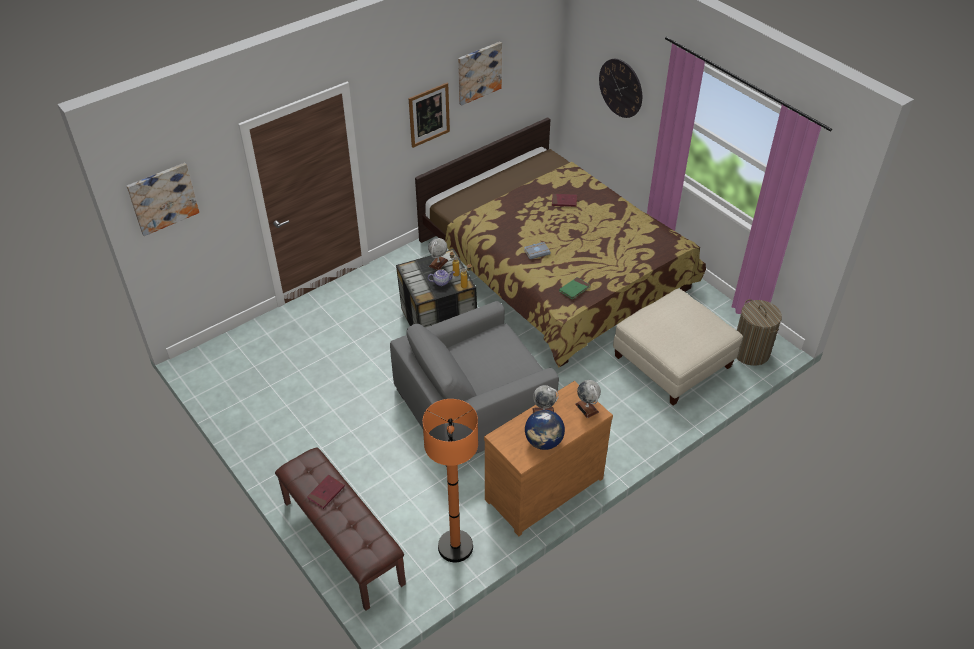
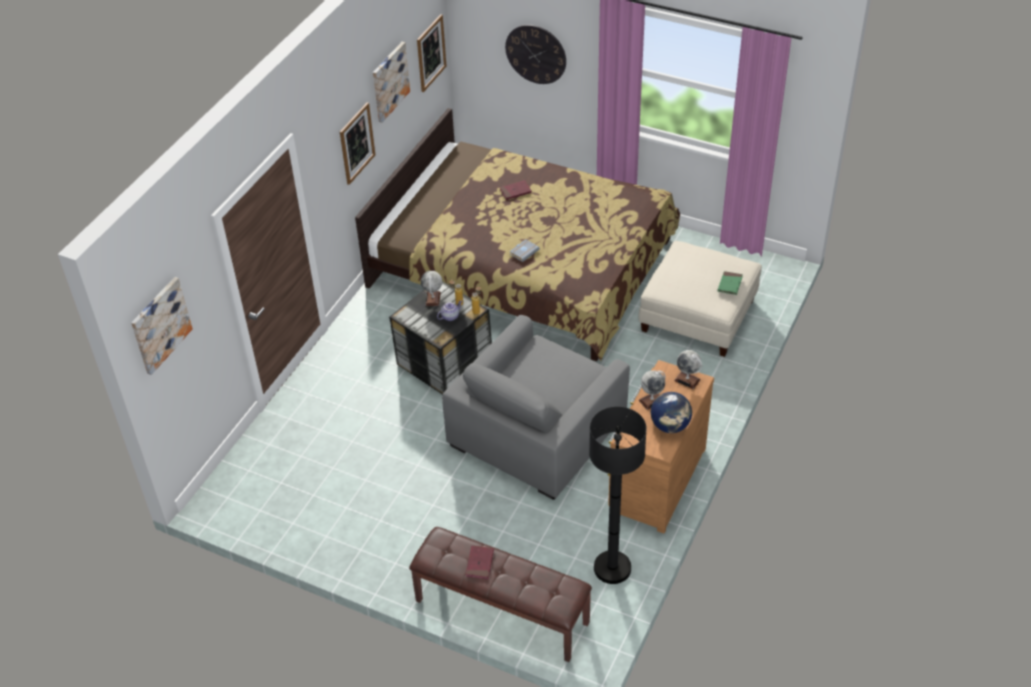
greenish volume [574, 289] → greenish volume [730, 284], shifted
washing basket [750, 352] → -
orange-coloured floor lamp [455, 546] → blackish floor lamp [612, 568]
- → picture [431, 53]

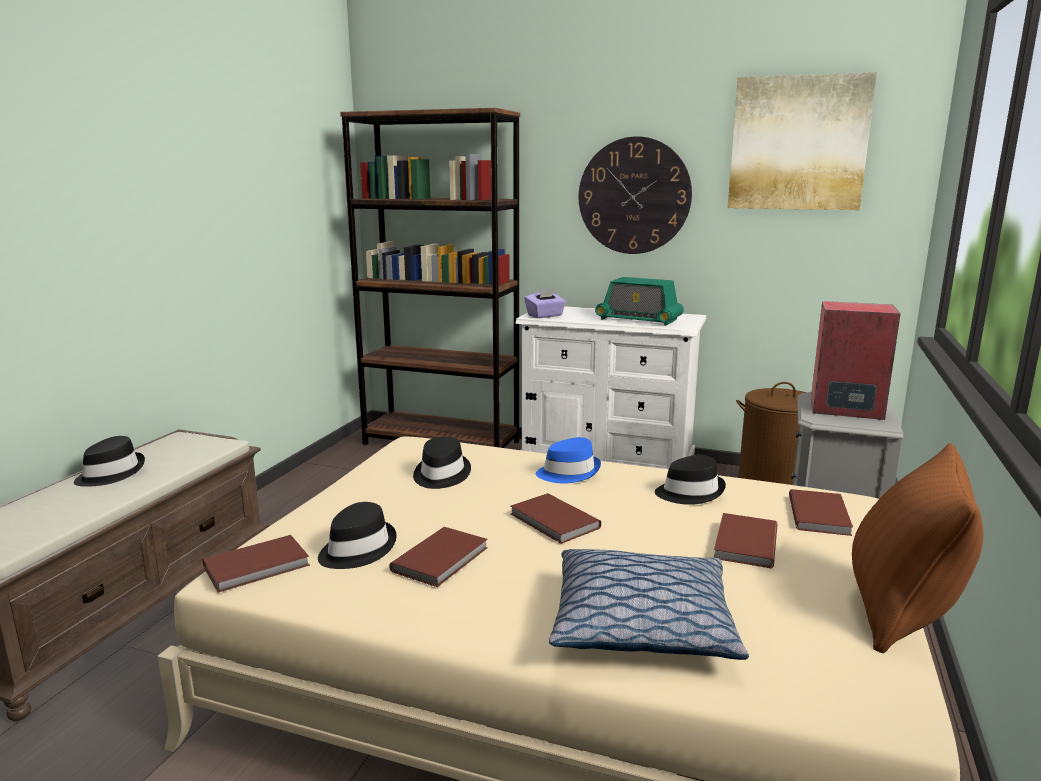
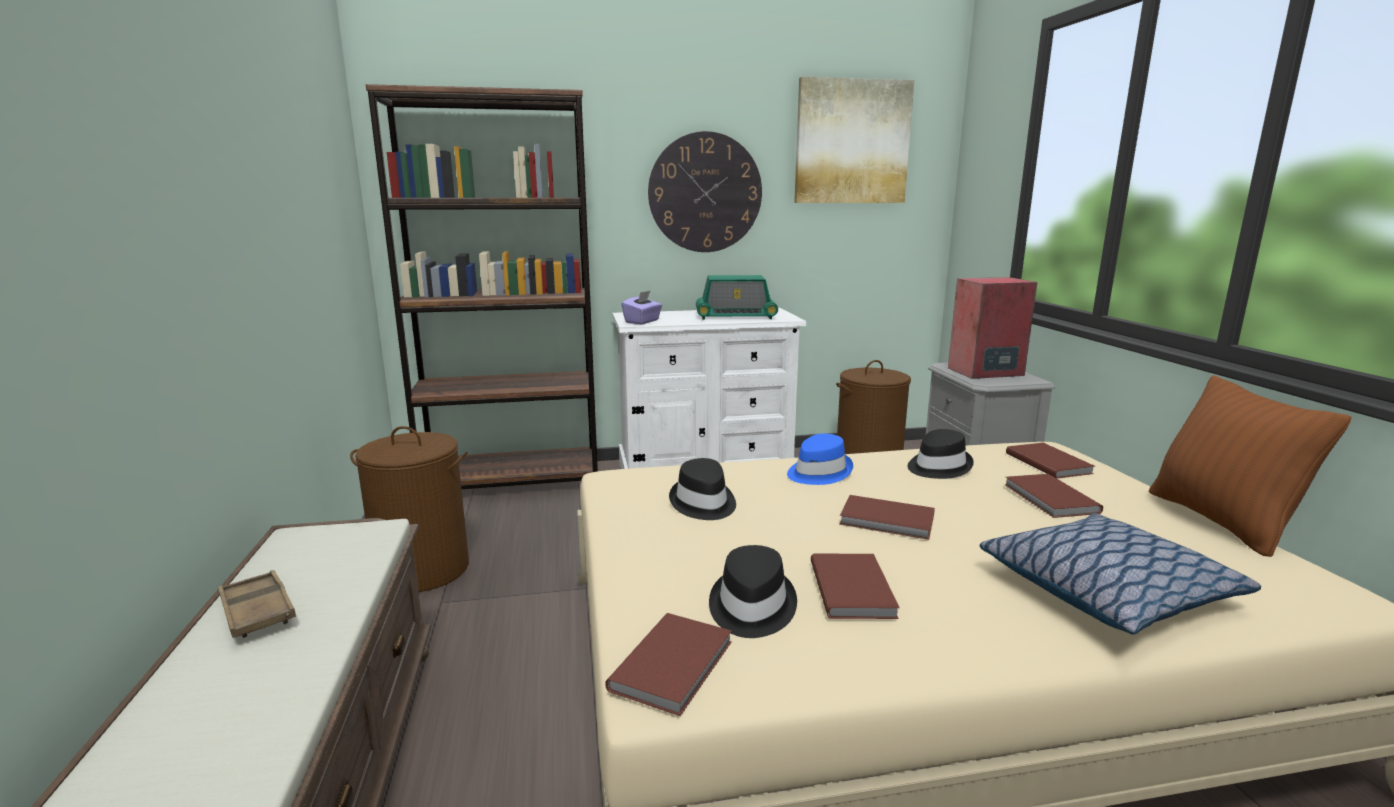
blackish wearable hat [110, 473] → brown-coloured tray [257, 611]
- → brown-coloured washing basket [423, 569]

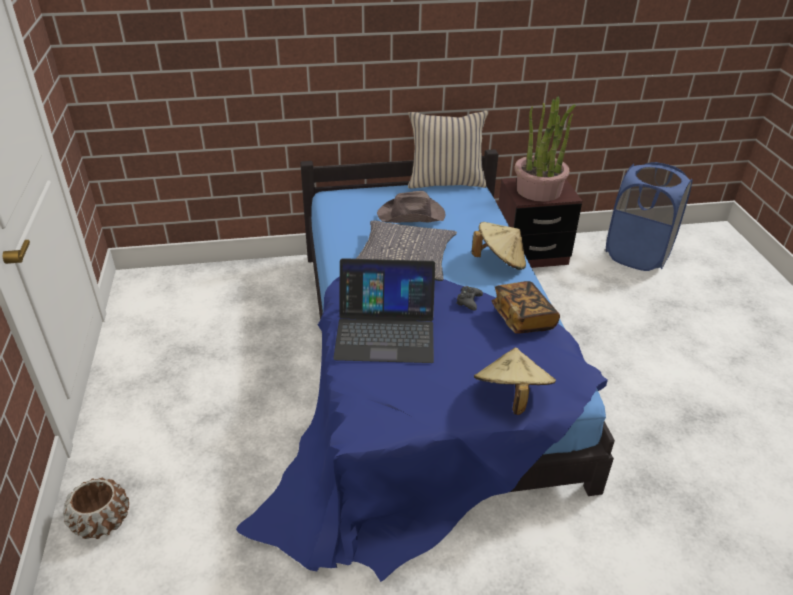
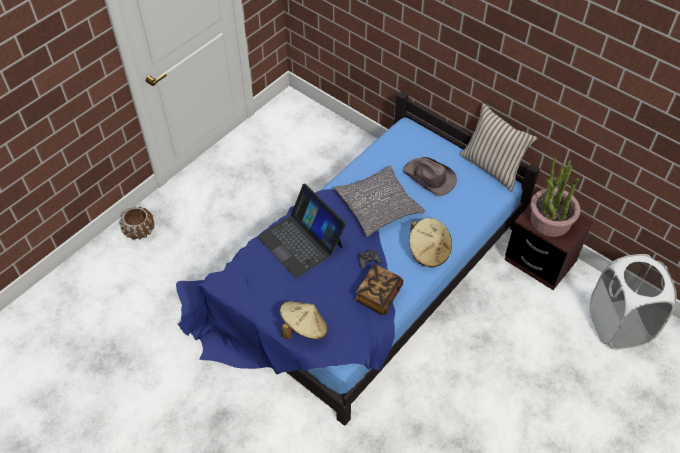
bluish washing basket [637, 255] → whitish washing basket [618, 325]

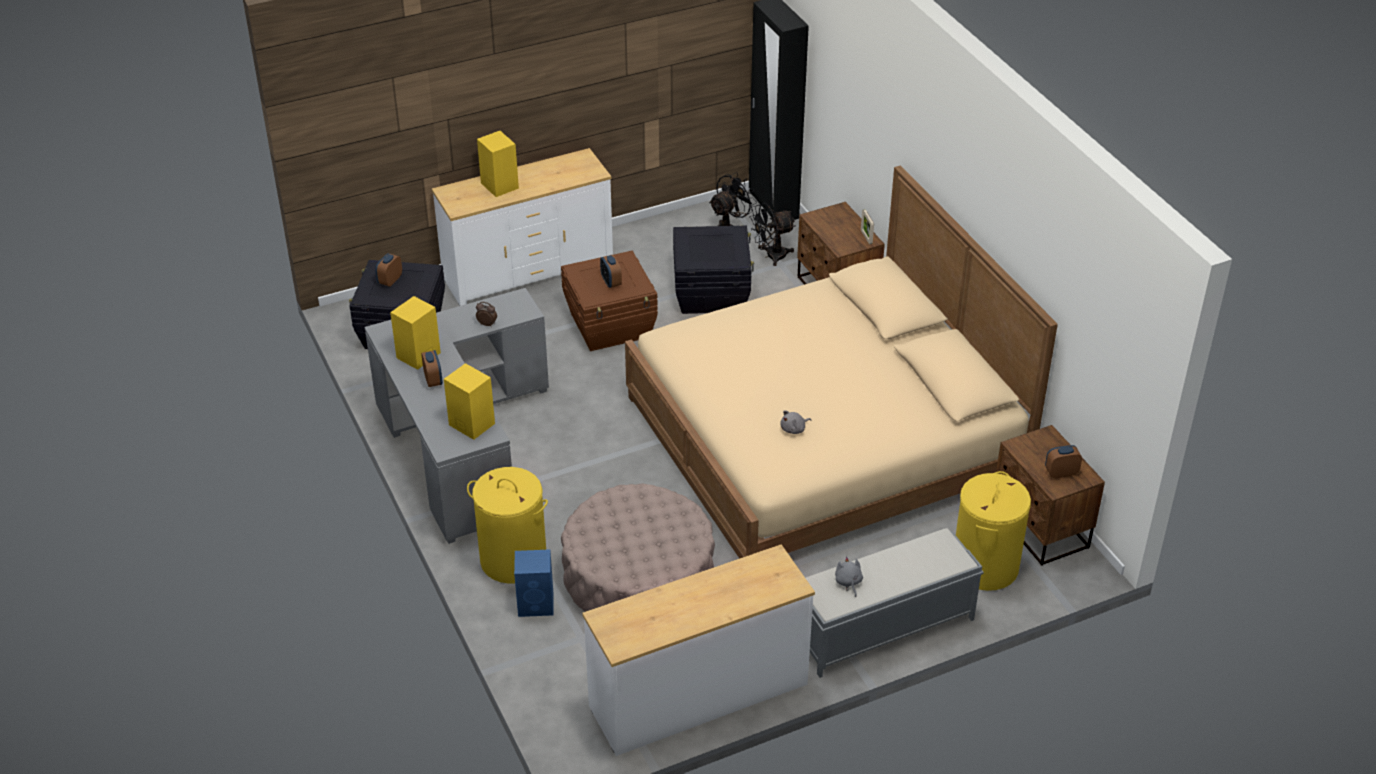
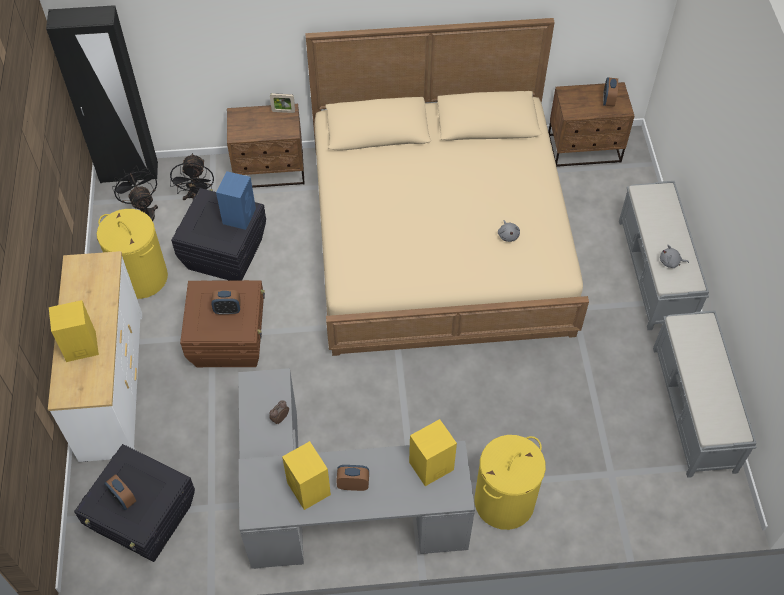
yellow-coloured washing basket [984, 566] → yellow-coloured washing basket [141, 277], shifted
sand-coloured ottoman [638, 576] → -
whitish drawer chest [699, 696] → greyish indoor bench [694, 409]
bluish loudspeaker [537, 604] → bluish loudspeaker [239, 215], shifted

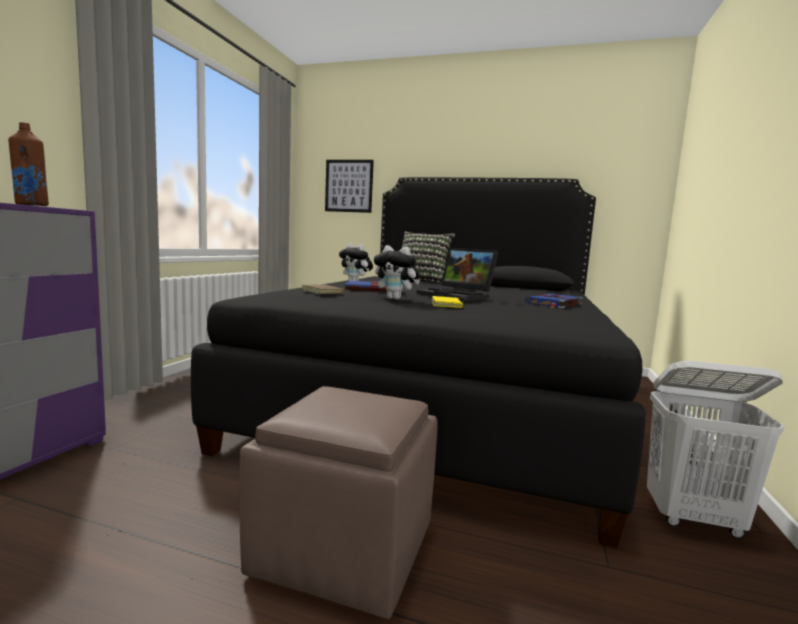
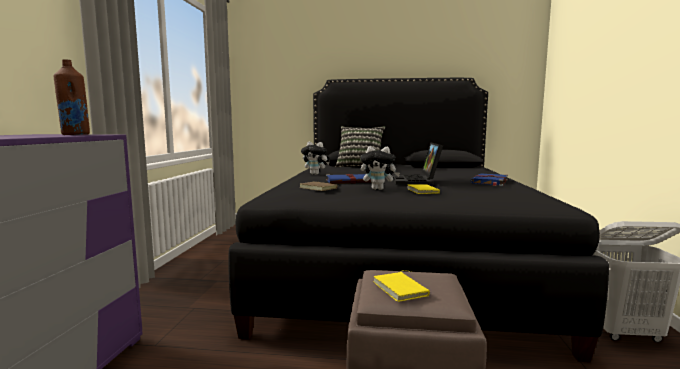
picture [349, 186] → -
laptop [458, 296] → laptop [416, 181], 60 degrees clockwise
- → yellow-coloured volume [402, 289]

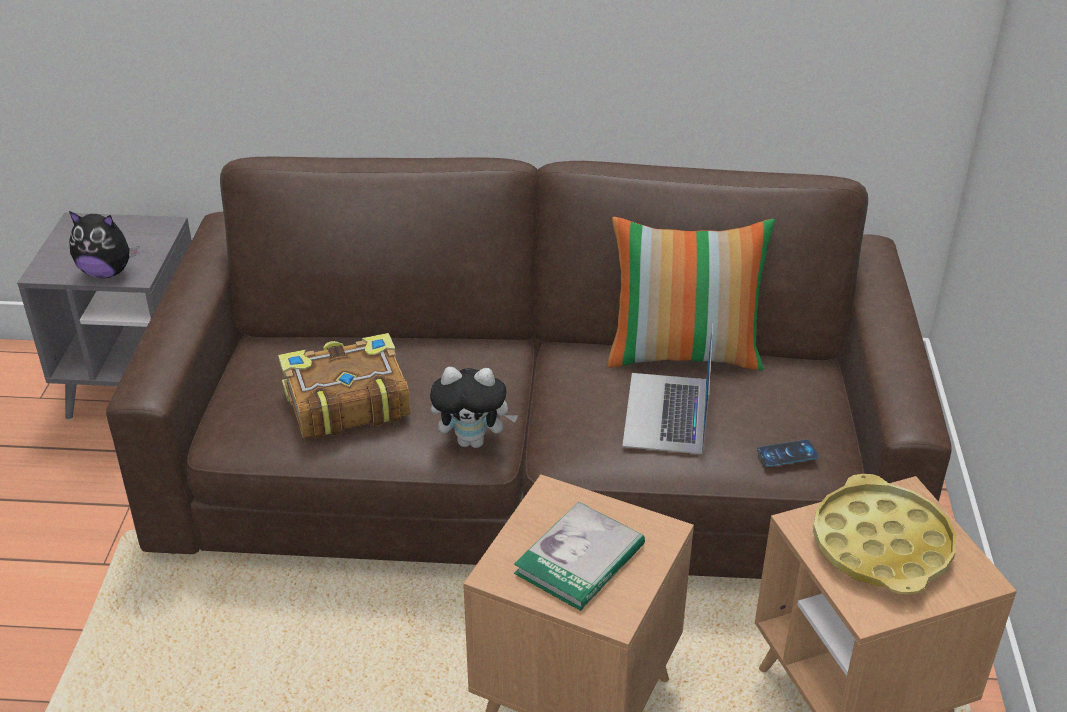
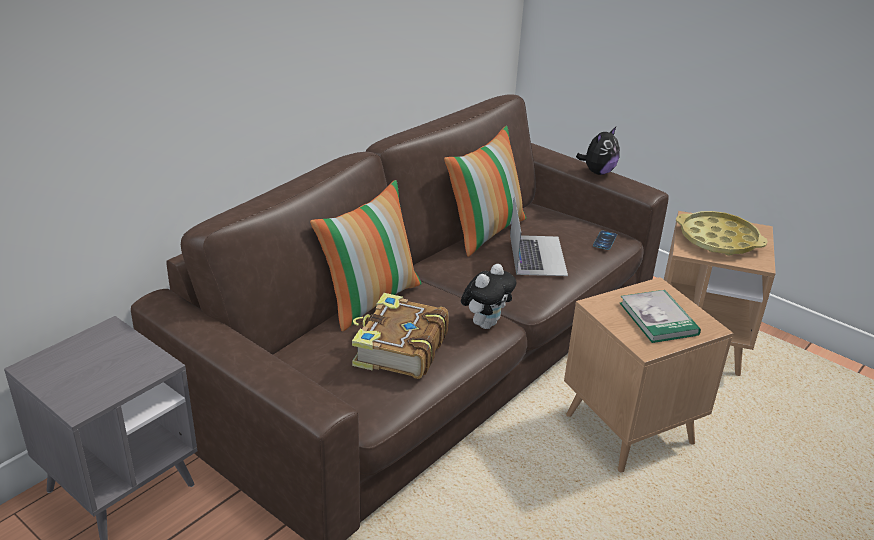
soft toy [107, 272] → soft toy [598, 172], shifted
laptop [666, 412] → laptop [537, 255], 135 degrees counterclockwise
- → pillow [370, 299]

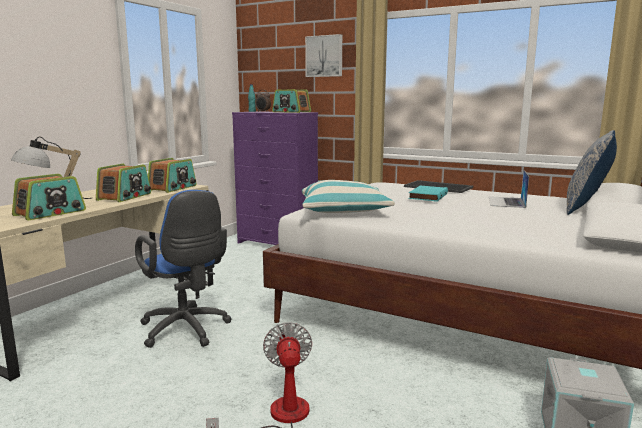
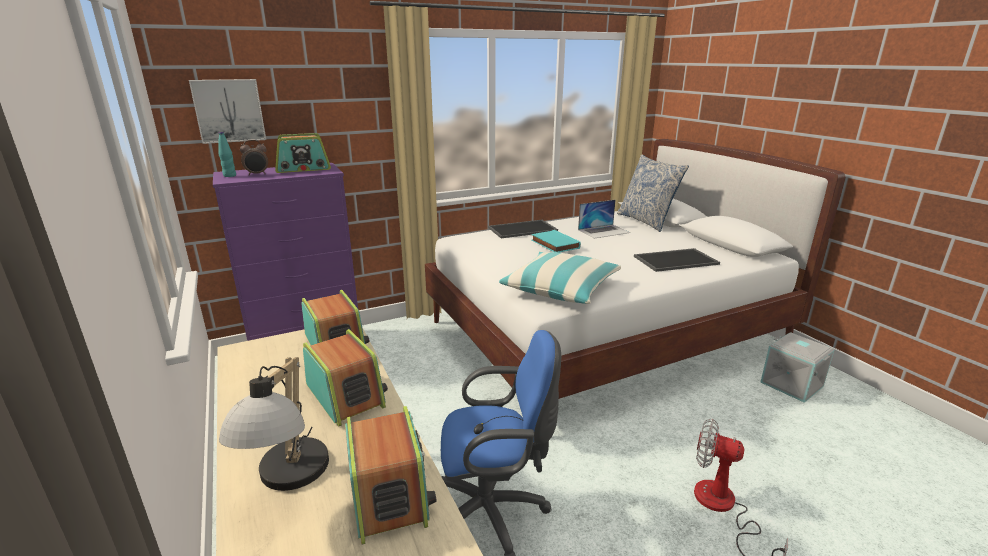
picture [324, 56] → picture [229, 110], shifted
laptop [506, 202] → laptop [603, 231], 75 degrees counterclockwise
- → tray [675, 260]

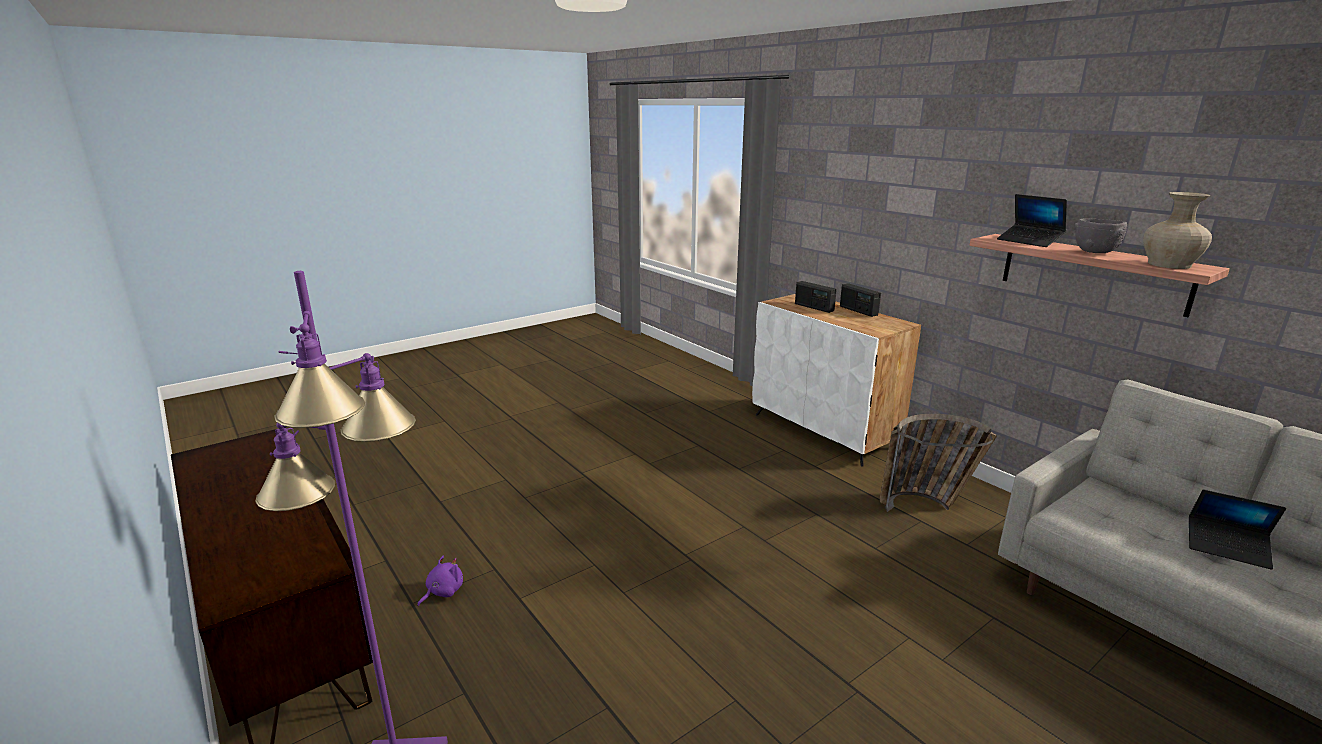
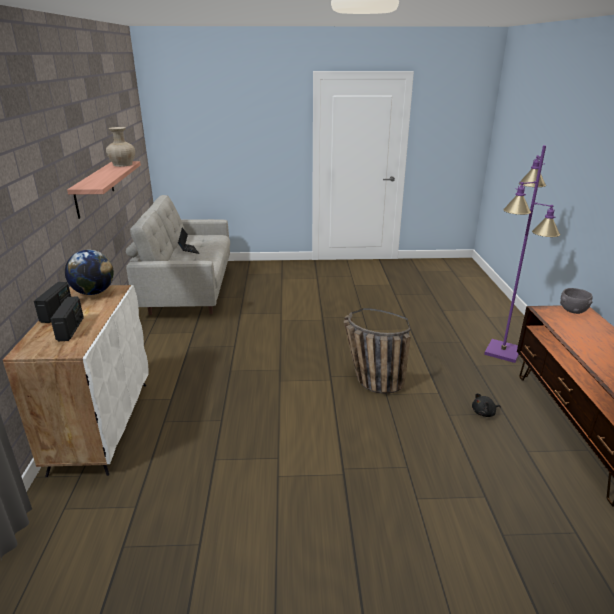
laptop [1029, 241] → -
greyish bowl [1095, 252] → greyish bowl [573, 311], shifted
basket [926, 504] → basket [369, 381], shifted
purple-coloured soft toy [443, 592] → blackish soft toy [484, 413]
- → world globe [93, 292]

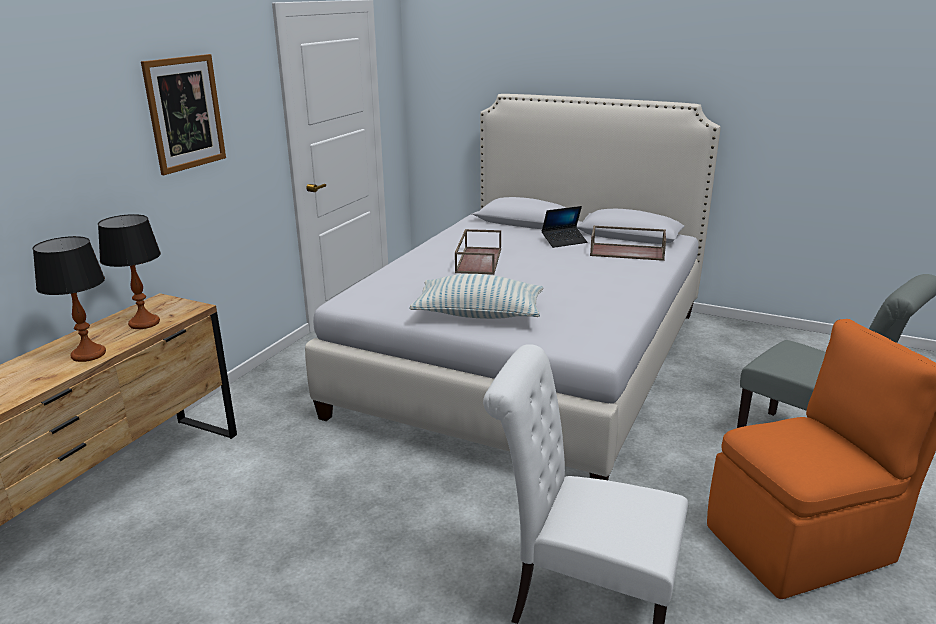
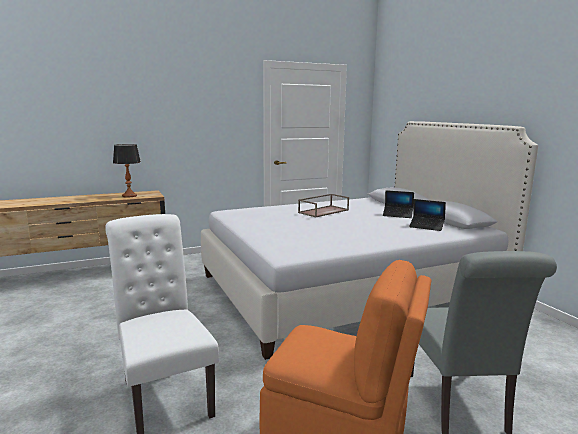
picture [185, 113] → -
brown-coloured tray [628, 252] → laptop [426, 226]
lamp for a table [88, 354] → -
pillow [478, 314] → -

